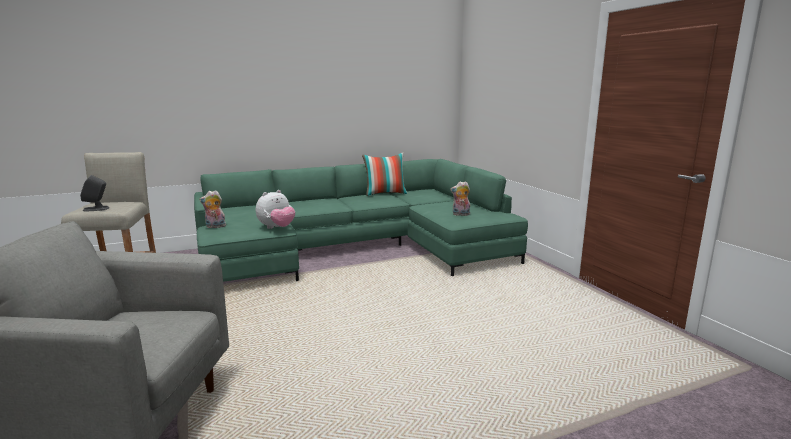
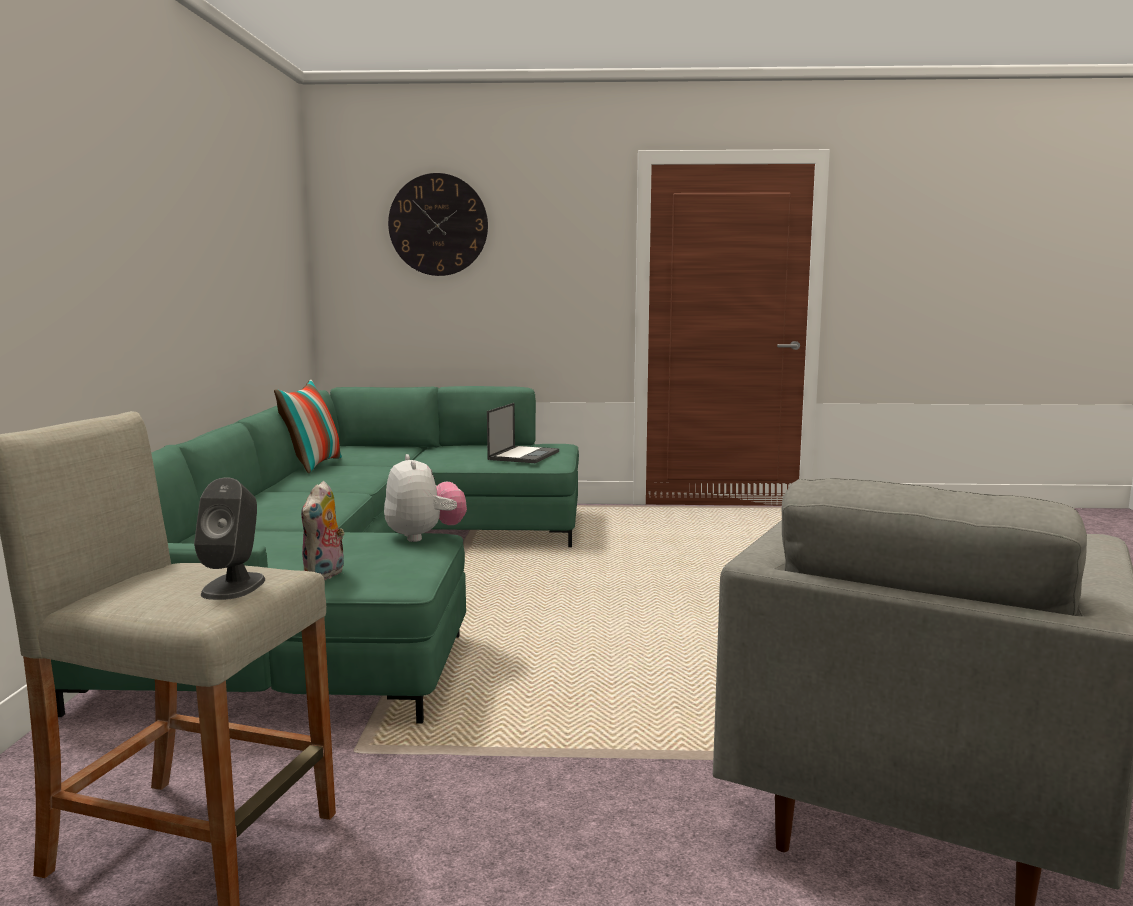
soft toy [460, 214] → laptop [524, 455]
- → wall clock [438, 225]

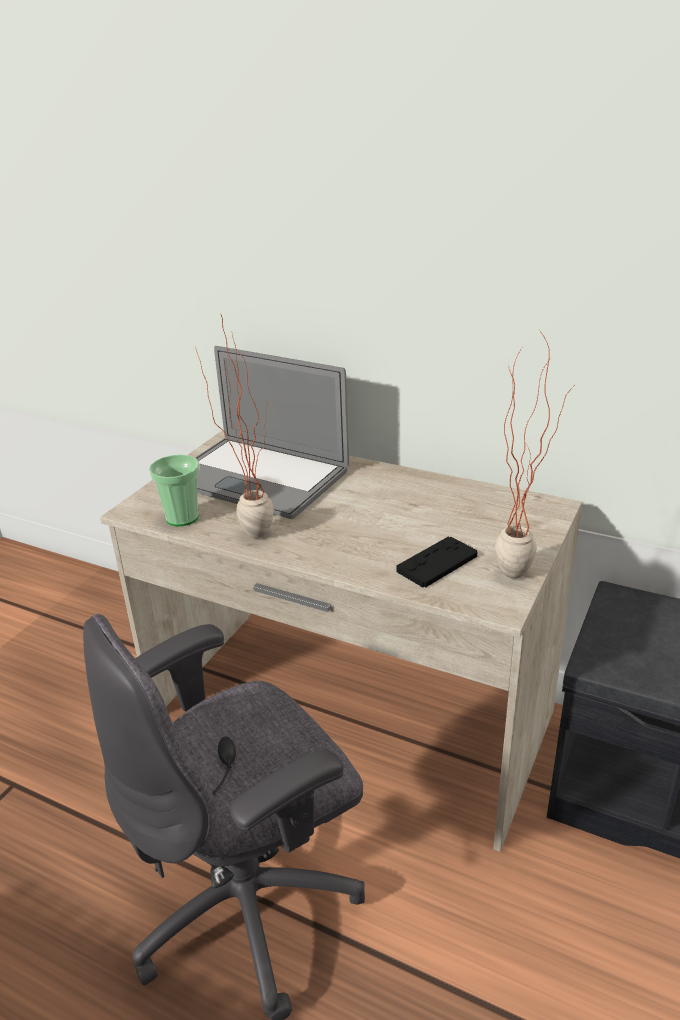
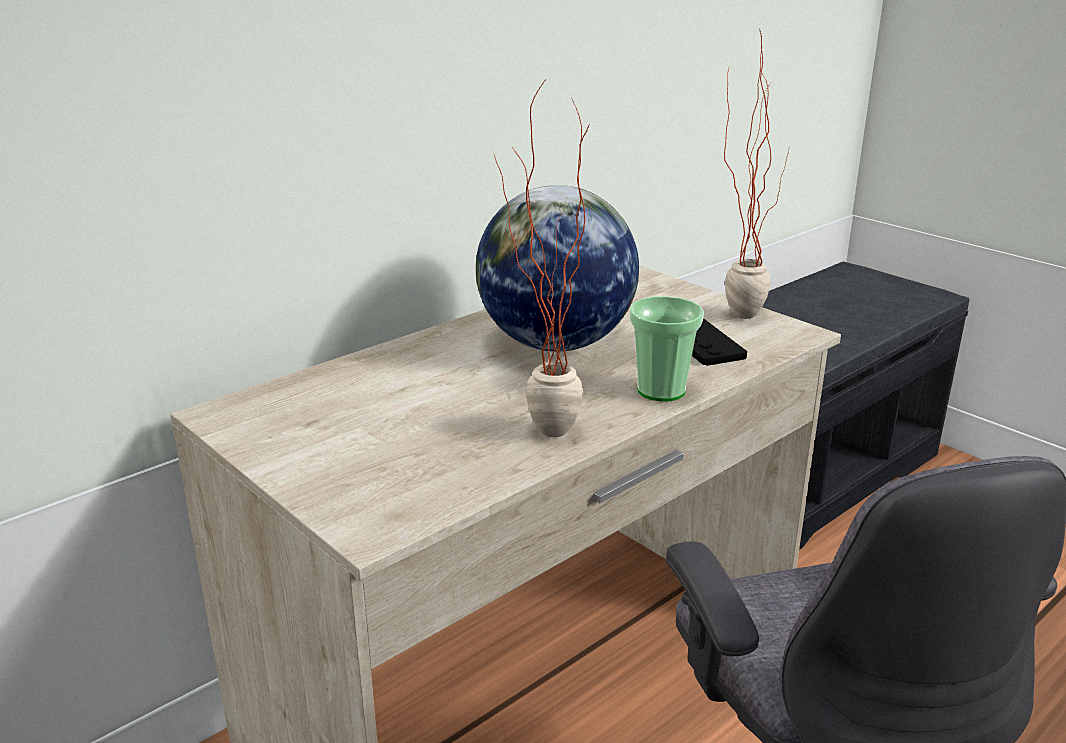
laptop [257, 477] → -
cup [182, 518] → cup [661, 390], shifted
- → world globe [555, 344]

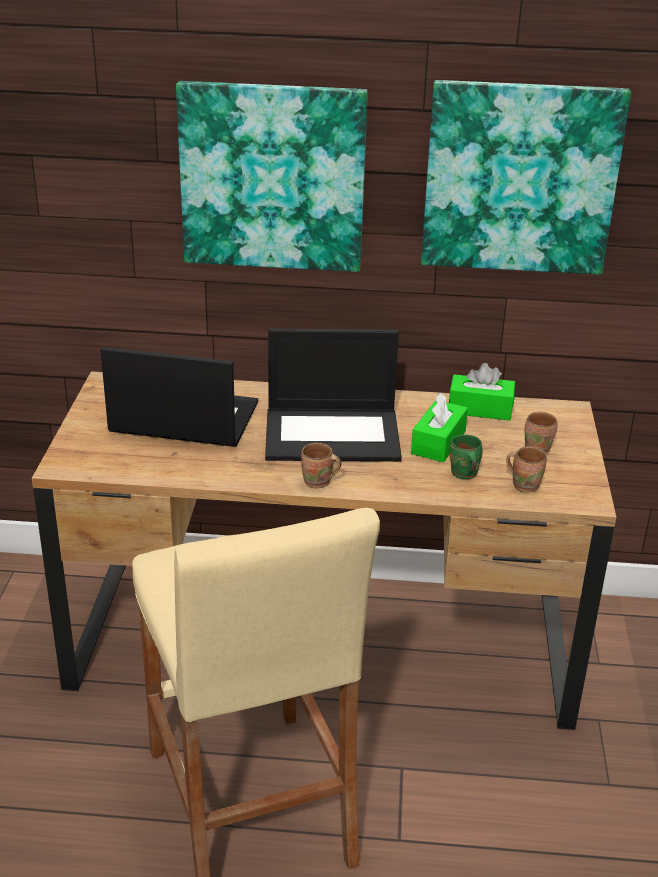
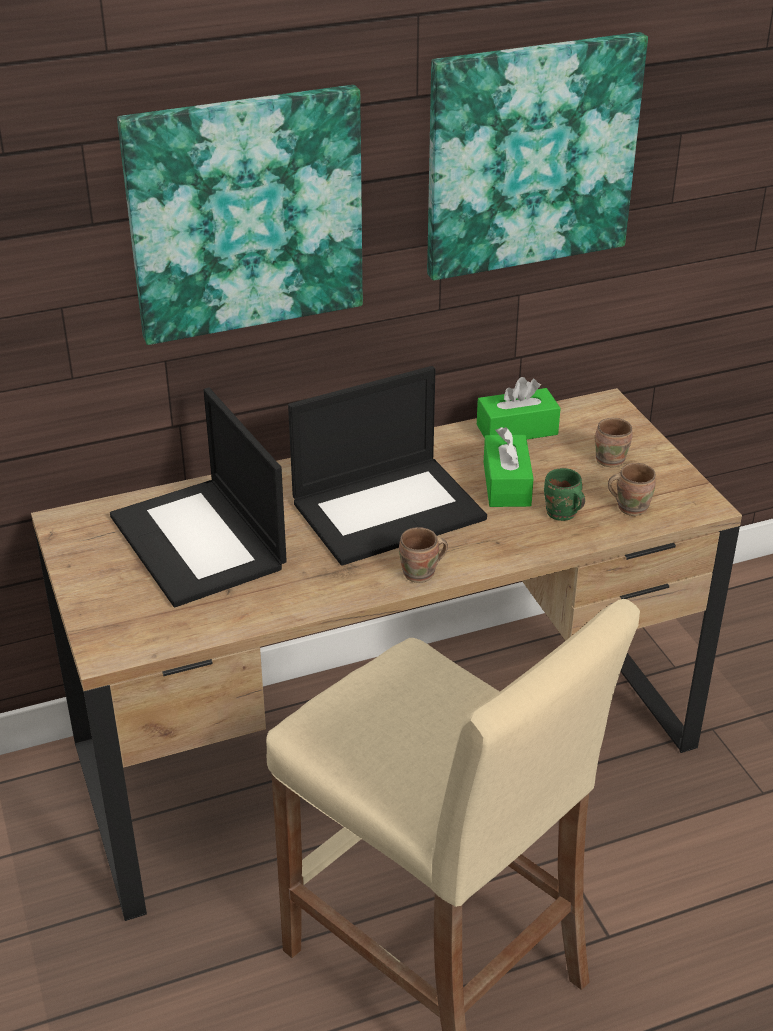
laptop [182, 418] → laptop [200, 542], 105 degrees counterclockwise

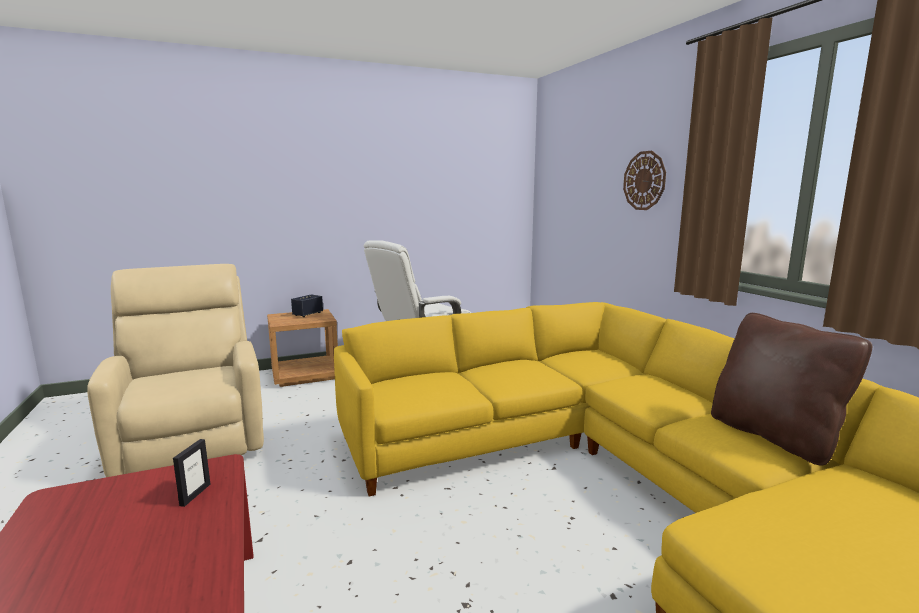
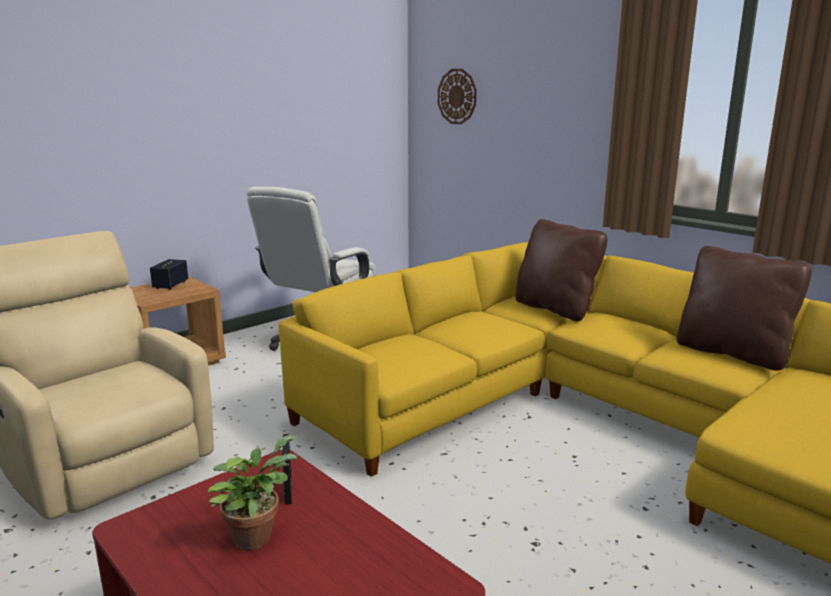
wall clock [644, 180] → wall clock [457, 96], shifted
- → brown-coloured pillow [556, 309]
- → potted plant [255, 535]

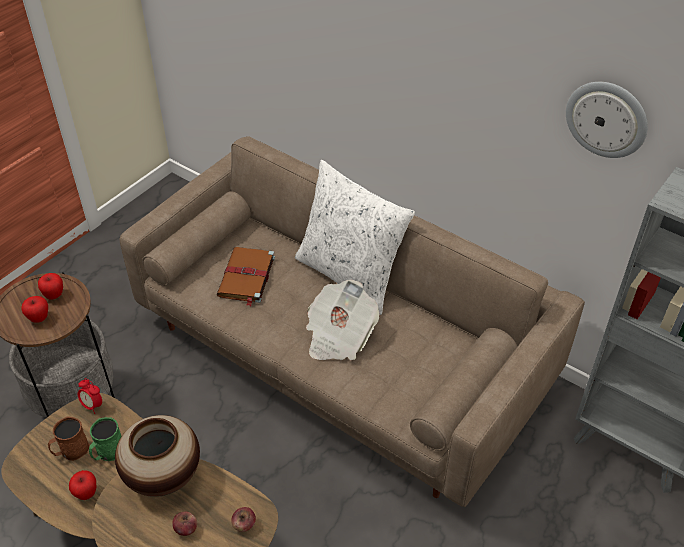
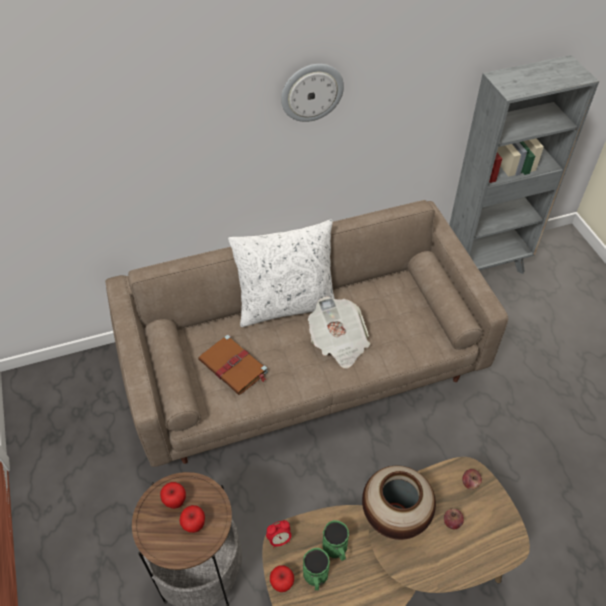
wall clock [607, 119] → wall clock [311, 92], shifted
brown-coloured mug [71, 451] → greenish mug [316, 577]
apple fruit [86, 493] → apple fruit [282, 584], shifted

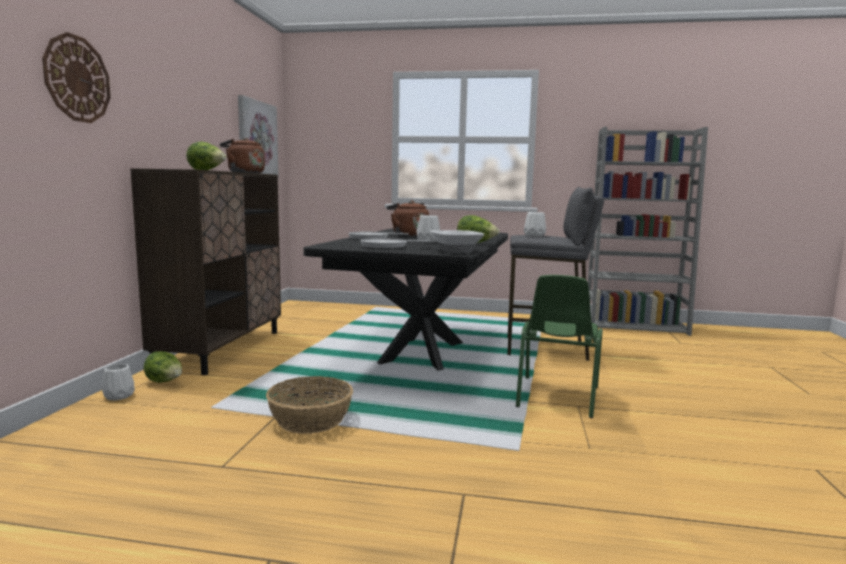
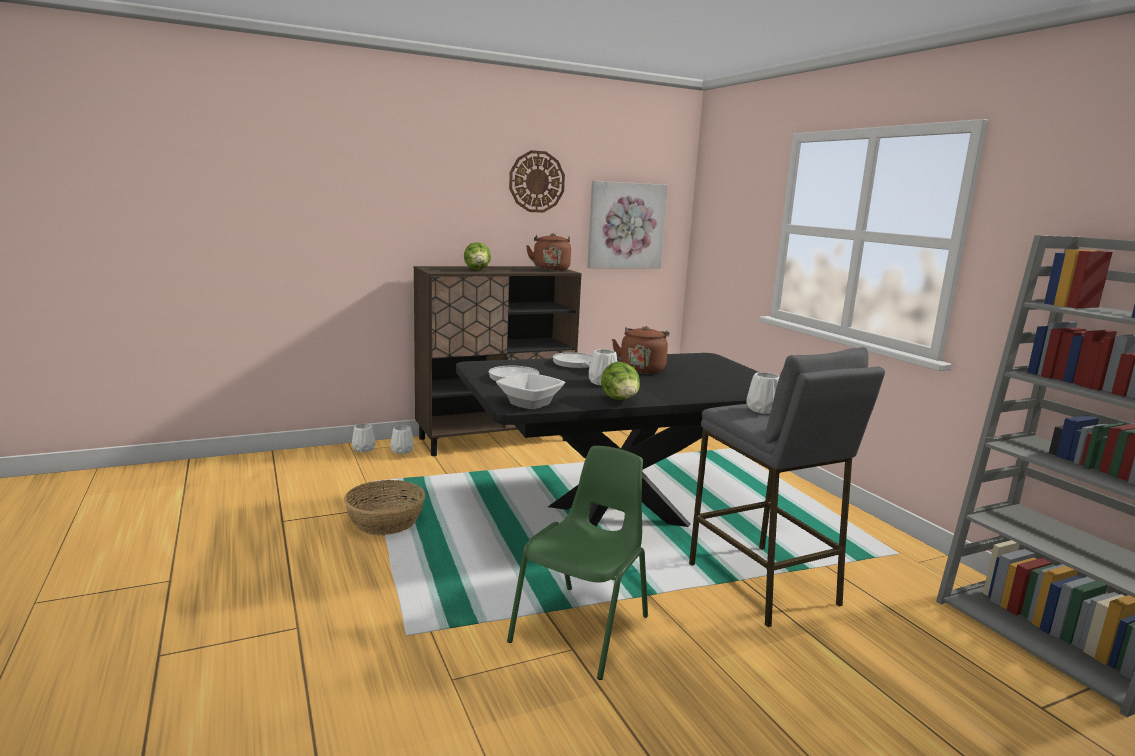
wall clock [77, 79] → wall clock [536, 181], shifted
greenish upright chair [556, 397] → greenish upright chair [583, 628], 135 degrees clockwise
head of lettuce [165, 382] → whitish decorative vase [403, 451]

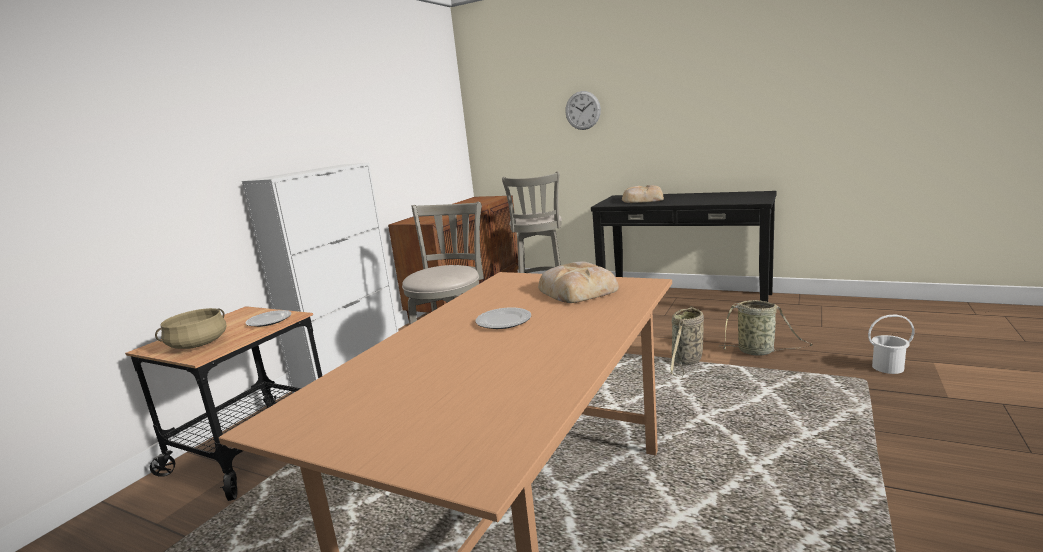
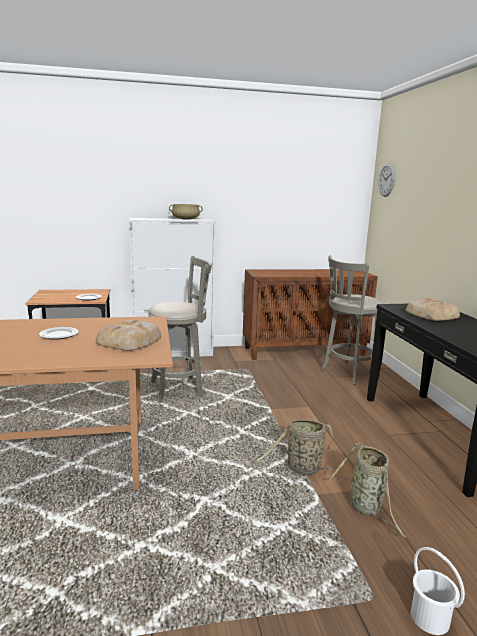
wall clock [582, 110] → wall clock [386, 180], shifted
sand-coloured stockpot [198, 344] → sand-coloured stockpot [185, 219], shifted

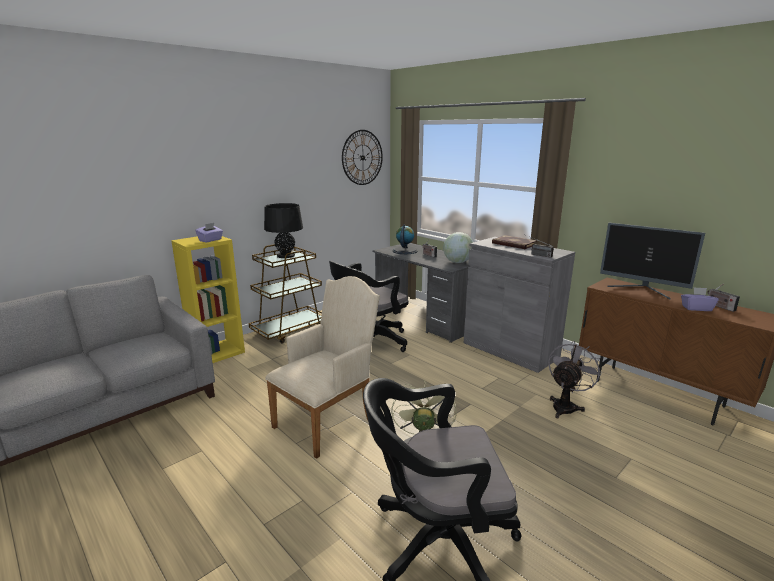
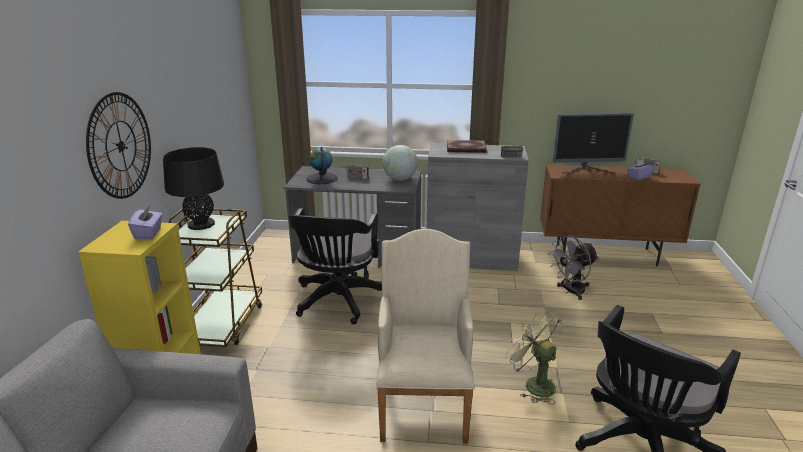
wall clock [362, 157] → wall clock [120, 146], shifted
greyish electric fan [565, 406] → greyish electric fan [570, 291], 120 degrees counterclockwise

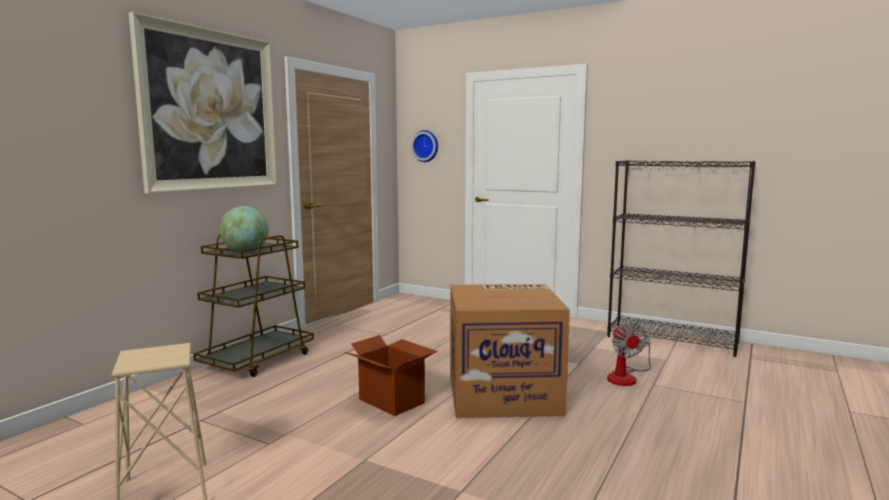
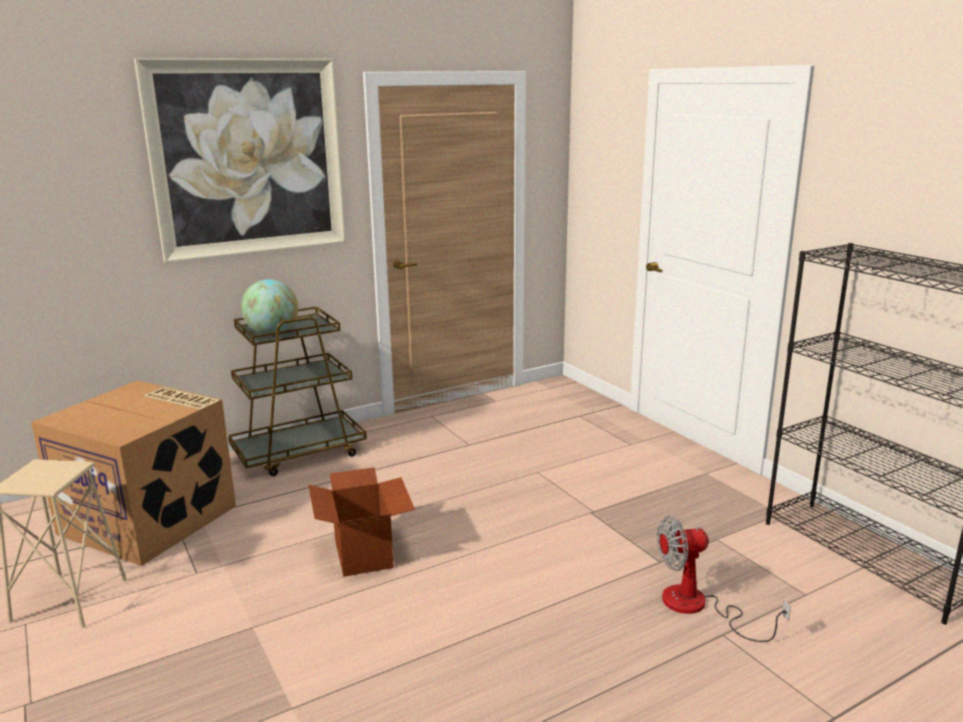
wall clock [426, 146] → -
packing box [504, 393] → packing box [151, 519], shifted
electric fan [626, 377] → electric fan [699, 607], 60 degrees clockwise

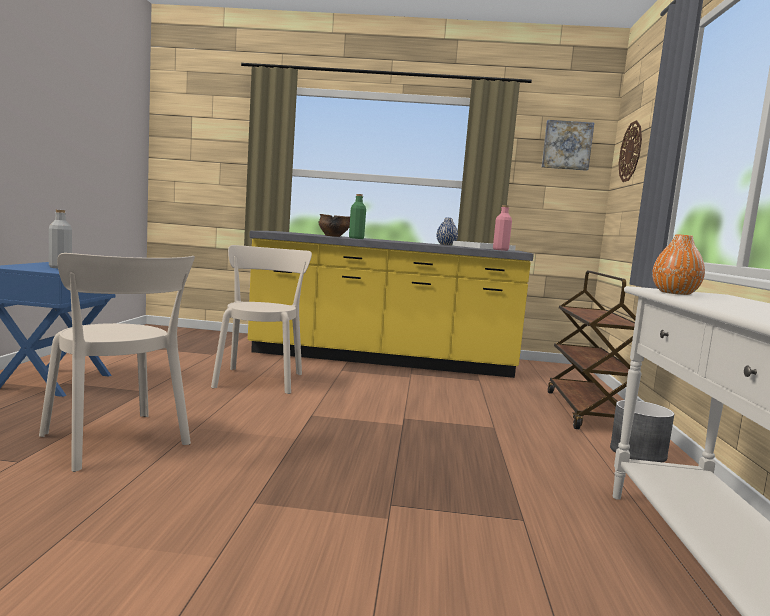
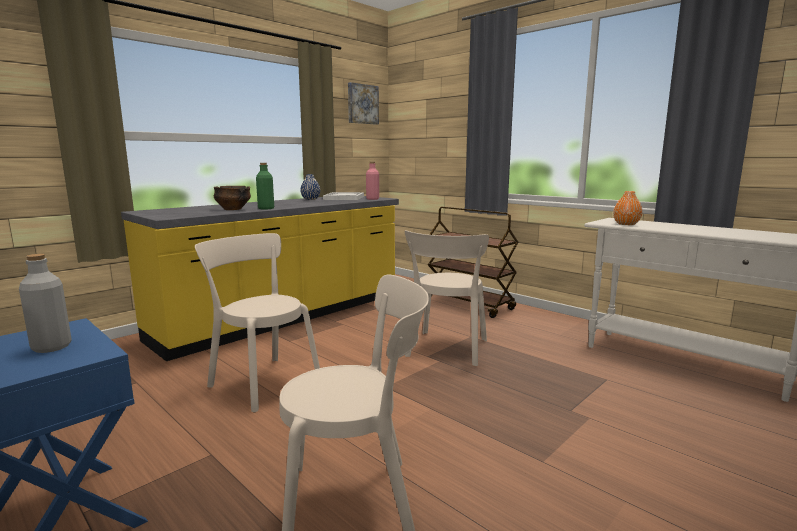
wall clock [631, 151] → -
greyish flower pot [637, 452] → -
- → sand-coloured upright chair [446, 350]

